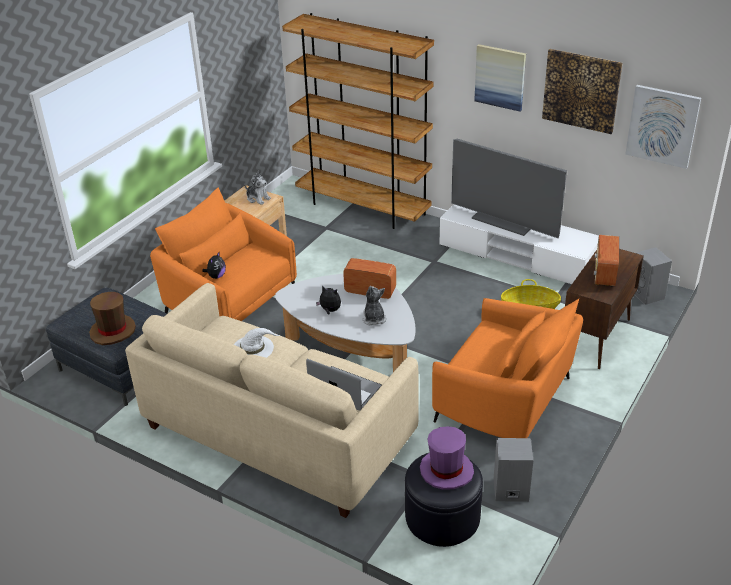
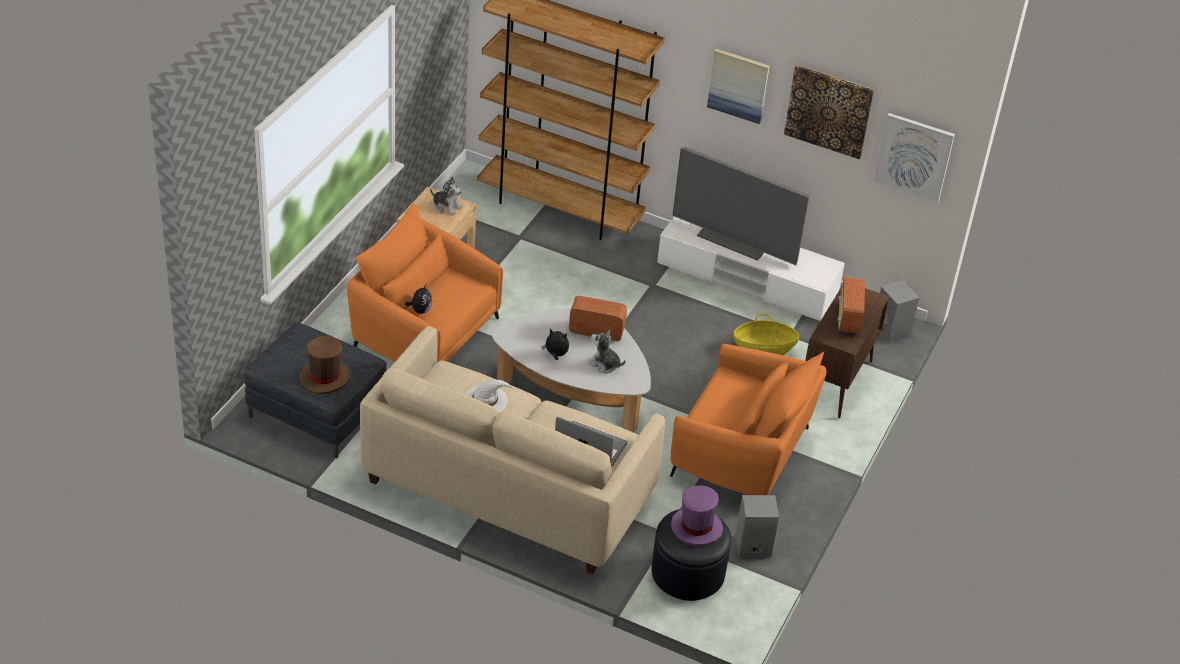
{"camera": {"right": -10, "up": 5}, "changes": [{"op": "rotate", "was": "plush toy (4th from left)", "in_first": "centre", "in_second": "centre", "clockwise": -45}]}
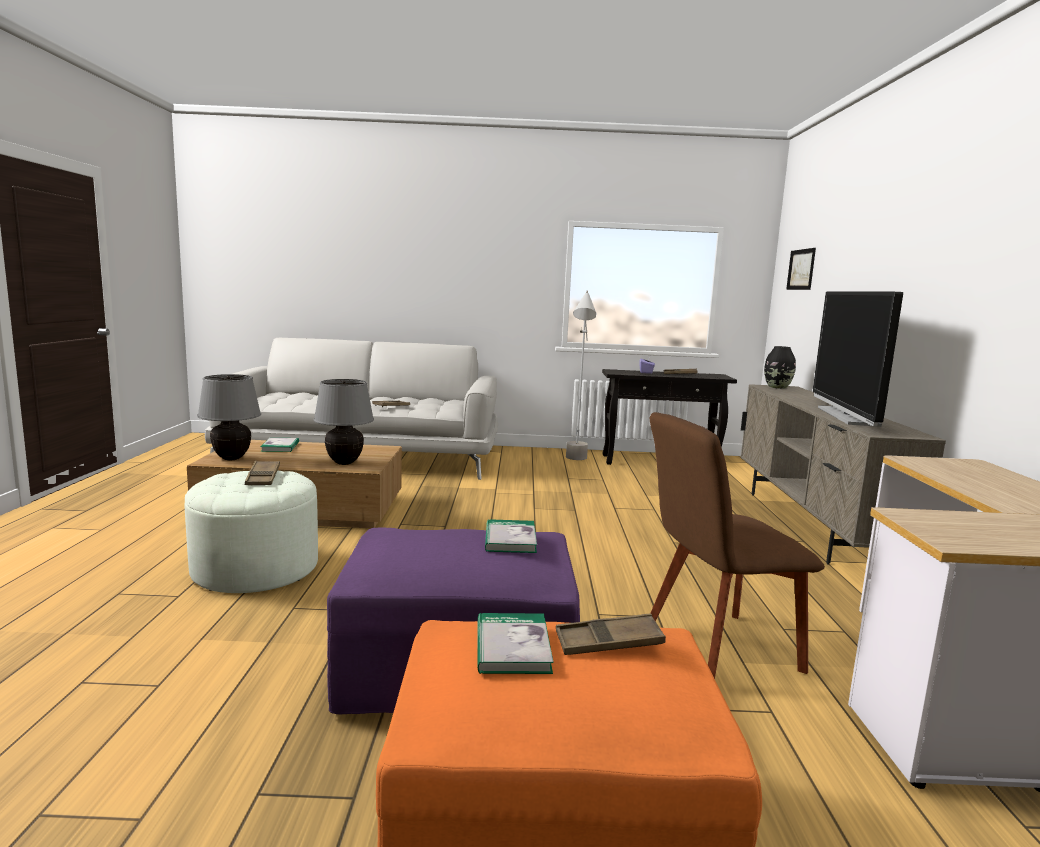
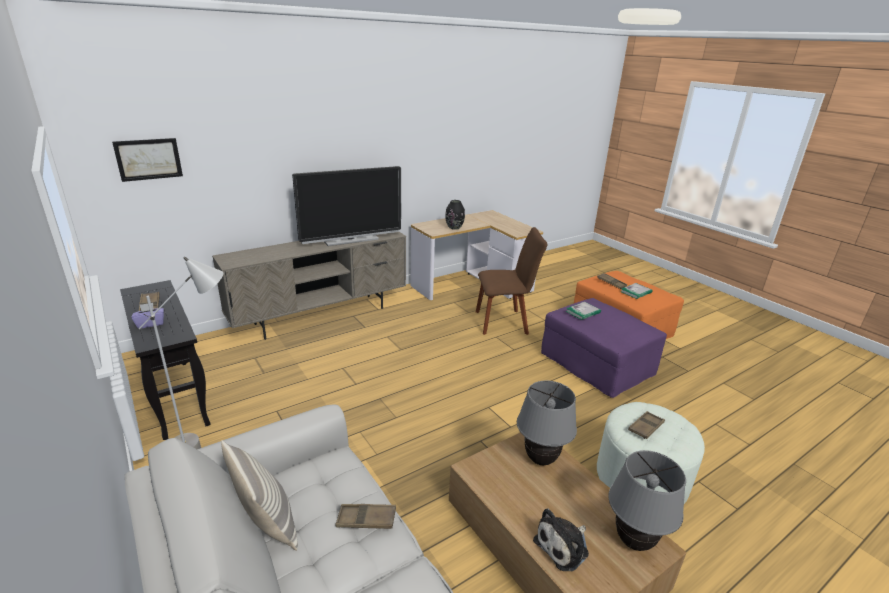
{"camera": {"right": -125, "up": 15}, "changes": [{"op": "insert", "now": "pillow", "in_second": "bottom left"}, {"op": "move", "was": "black vase", "in_first": "middle right", "in_second": "centre"}, {"op": "rotate", "was": "brown chair", "in_first": "middle right", "in_second": "centre", "clockwise": -45}, {"op": "replace", "was": "book (1st from left)", "now": "plush toy", "in_first": "middle left", "in_second": "bottom centre"}]}
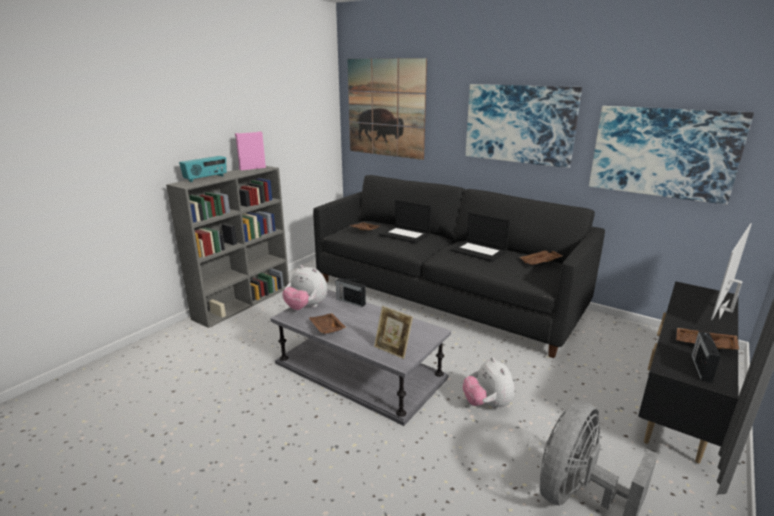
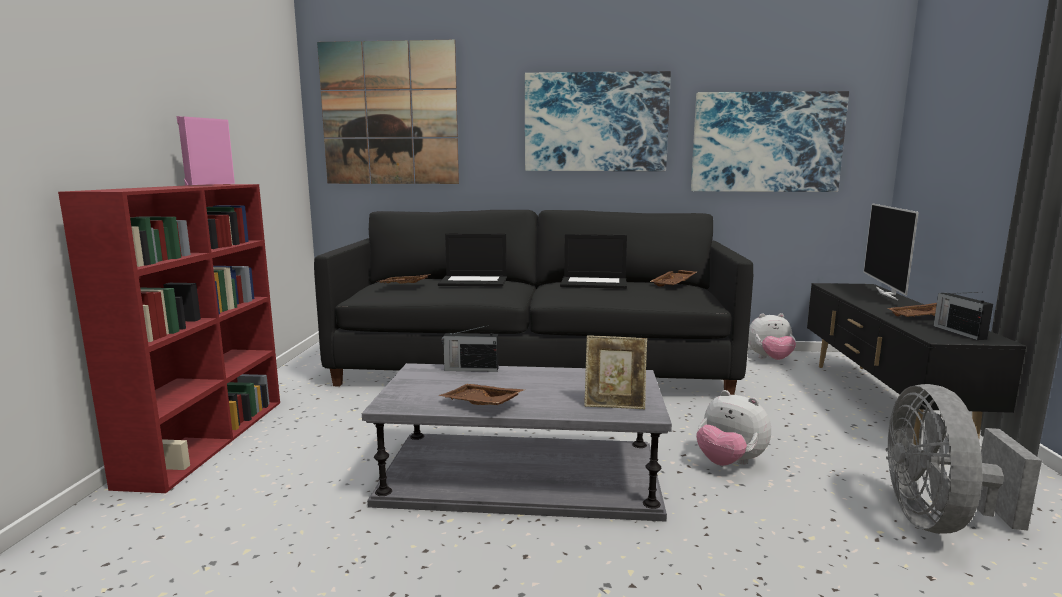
{"camera": {"right": -30, "up": -10}, "changes": [{"op": "recolor", "was": "grey bookcase", "now": "red bookcase", "in_first": "middle left", "in_second": "middle left"}, {"op": "move", "was": "plush toy (1st from left in the first image)", "now": "plush toy (2nd from left)", "in_first": "centre", "in_second": "middle right"}, {"op": "delete", "was": "radio (1st from left)", "in_first": "top left"}]}
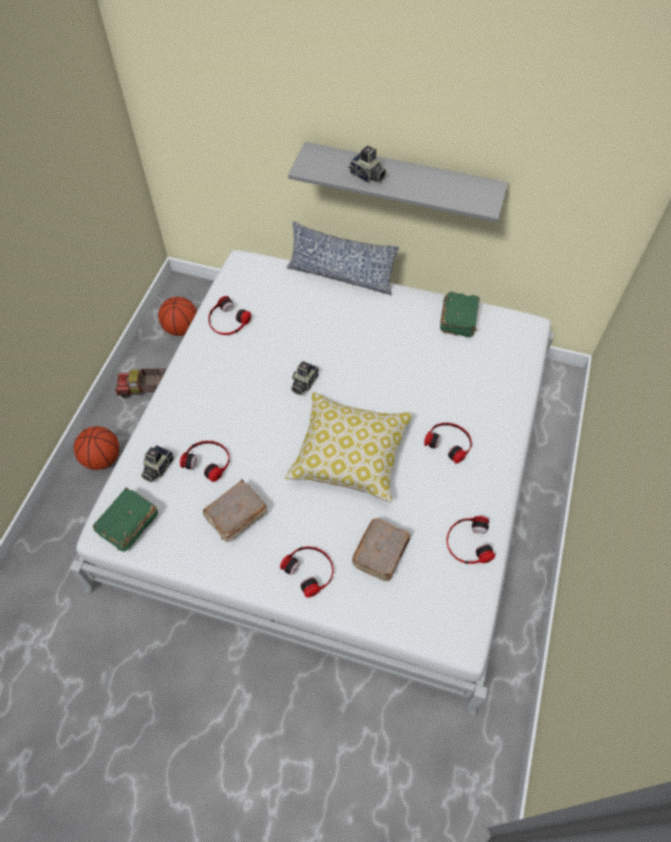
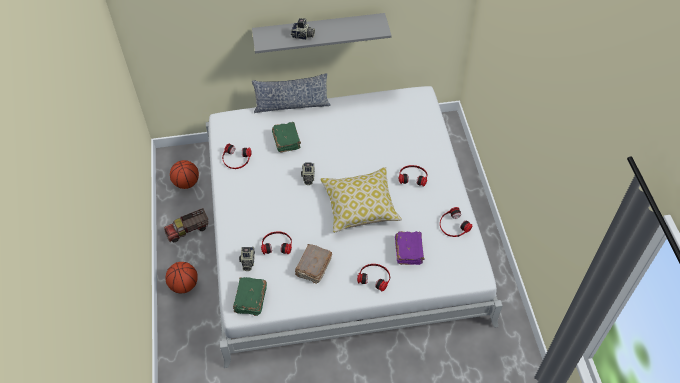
{"camera": {"right": -25, "up": -5}, "changes": [{"op": "move", "was": "green book (2nd from left)", "in_first": "middle right", "in_second": "centre"}, {"op": "recolor", "was": "brown book (2nd from left)", "now": "purple book", "in_first": "centre", "in_second": "centre"}]}
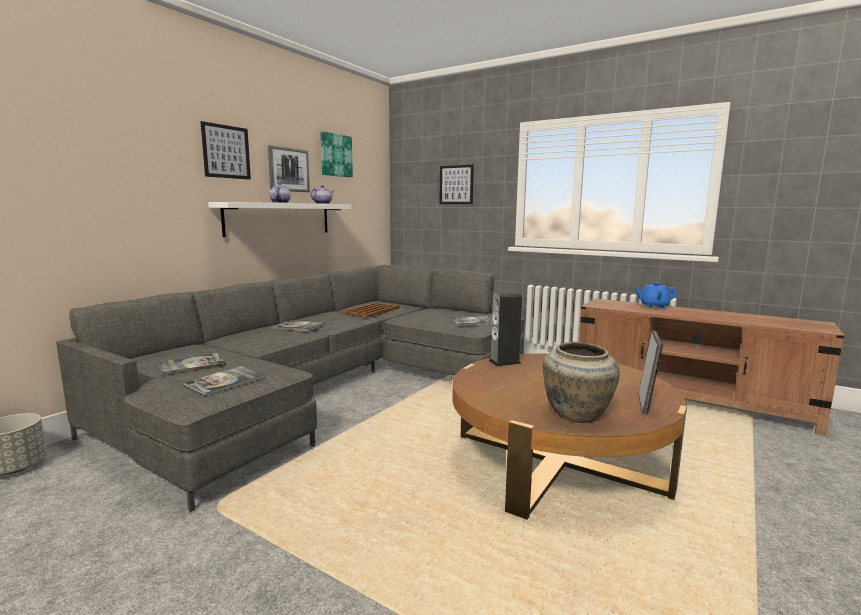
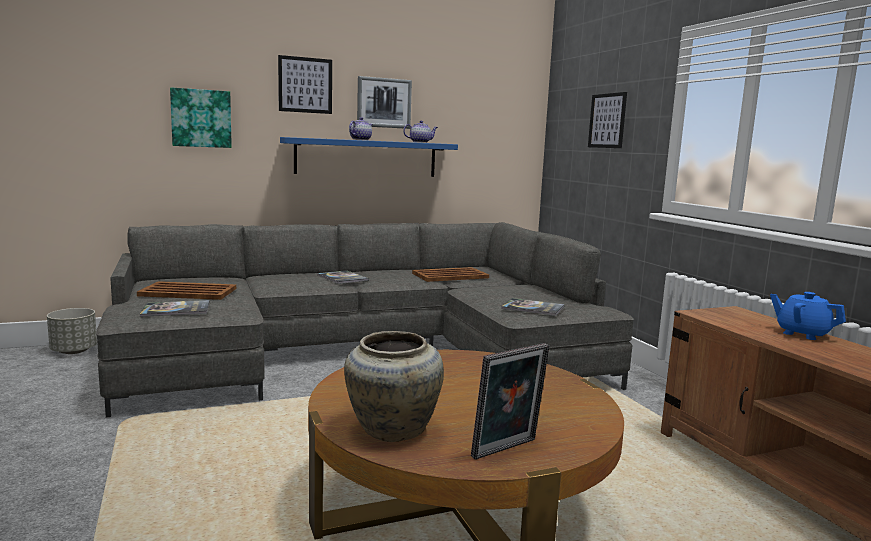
{"camera": {"right": 35, "up": 0}, "changes": [{"op": "replace", "was": "book (1st from left)", "now": "brown tray (1st from left)", "in_first": "middle left", "in_second": "middle left"}, {"op": "move", "was": "picture (3rd from left in the first image)", "now": "picture (1st from left)", "in_first": "top centre", "in_second": "top left"}, {"op": "recolor", "was": "white shelf", "now": "blue shelf", "in_first": "middle left", "in_second": "top centre"}, {"op": "delete", "was": "speaker", "in_first": "centre"}]}
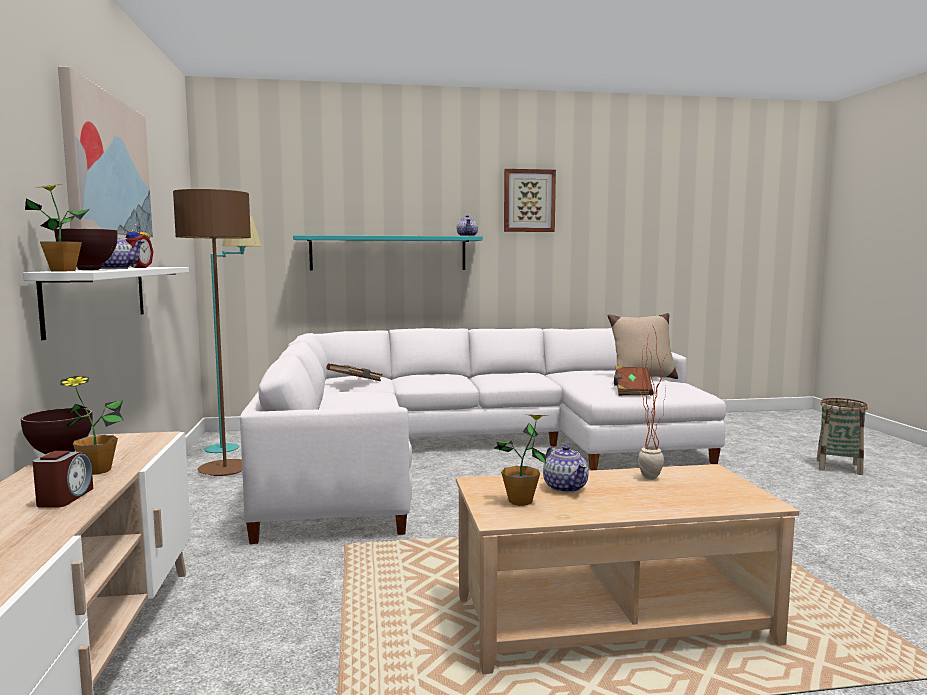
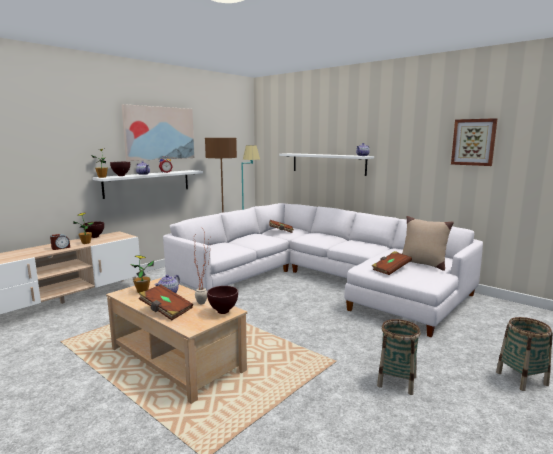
{"camera": {"right": 50, "up": 5}, "changes": [{"op": "insert", "now": "brown book (1st from left)", "in_second": "middle left"}, {"op": "insert", "now": "brown bowl (3rd from left)", "in_second": "centre"}, {"op": "recolor", "was": "turquoise shelf", "now": "white shelf (2nd from left)", "in_first": "centre", "in_second": "centre"}, {"op": "insert", "now": "basket (1st from left)", "in_second": "bottom right"}, {"op": "move", "was": "picture (2nd from left)", "in_first": "top centre", "in_second": "top right"}]}
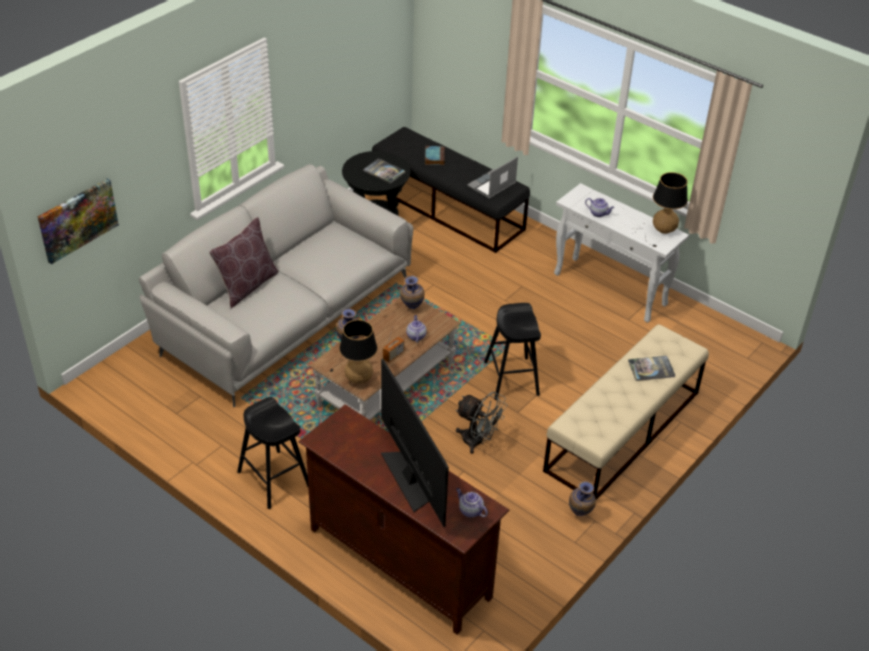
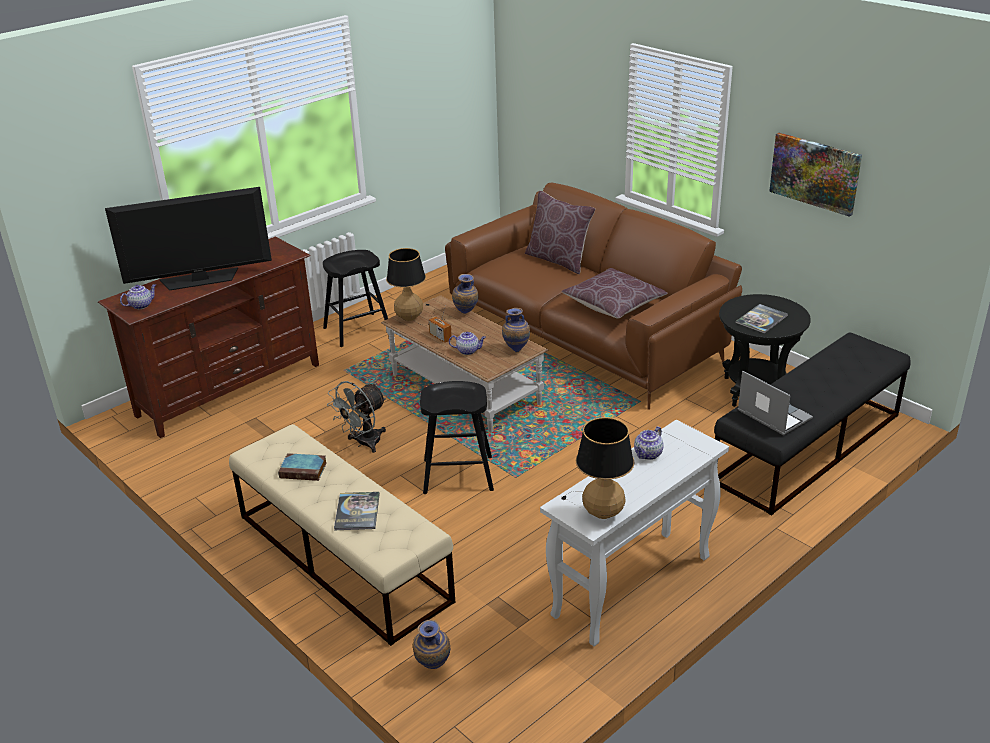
{"camera": {"right": 100, "up": -10}, "changes": [{"op": "move", "was": "book (2nd from left in the first image)", "now": "book (1st from left)", "in_first": "top centre", "in_second": "middle left"}, {"op": "move", "was": "vase (3rd from left in the first image)", "now": "vase (1st from left)", "in_first": "bottom right", "in_second": "bottom centre"}, {"op": "recolor", "was": "grey sofa", "now": "brown sofa", "in_first": "middle left", "in_second": "centre"}, {"op": "insert", "now": "brown pillow (2nd from left)", "in_second": "centre"}, {"op": "move", "was": "picture", "in_first": "middle left", "in_second": "top right"}]}
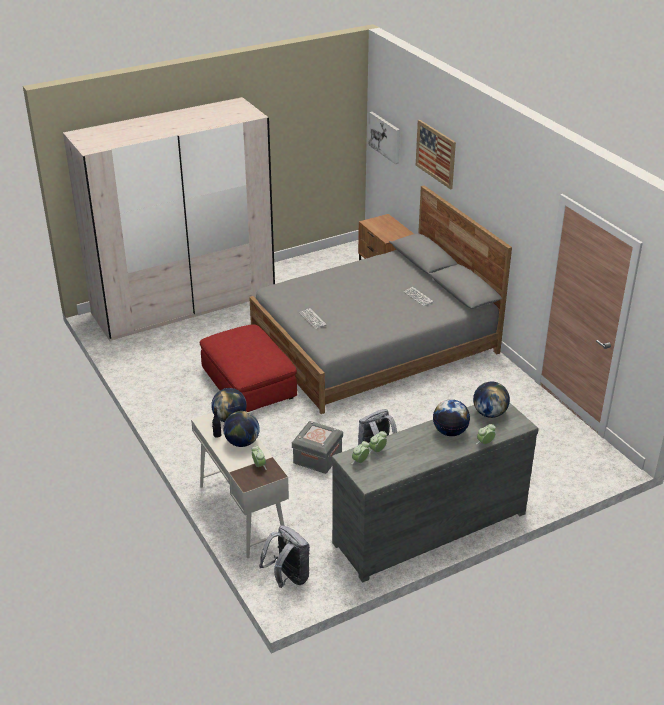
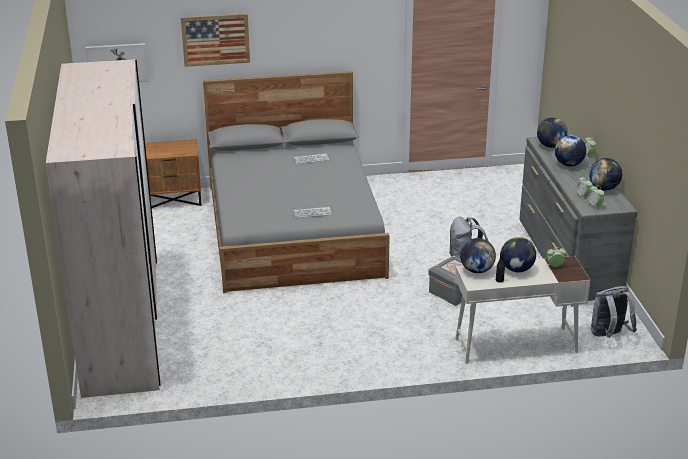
{"camera": {"right": -70, "up": -5}, "changes": [{"op": "insert", "now": "globe (5th from left)", "in_second": "middle right"}, {"op": "delete", "was": "red ottoman", "in_first": "centre"}]}
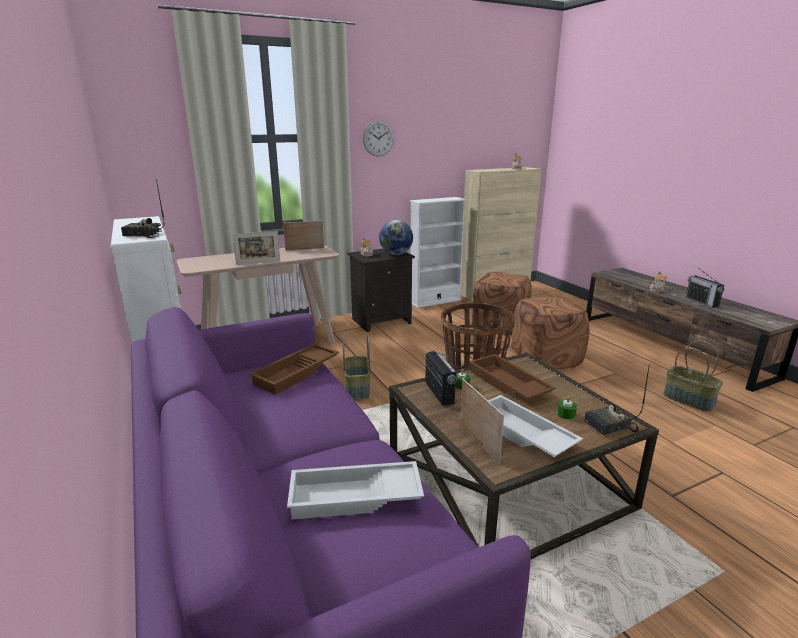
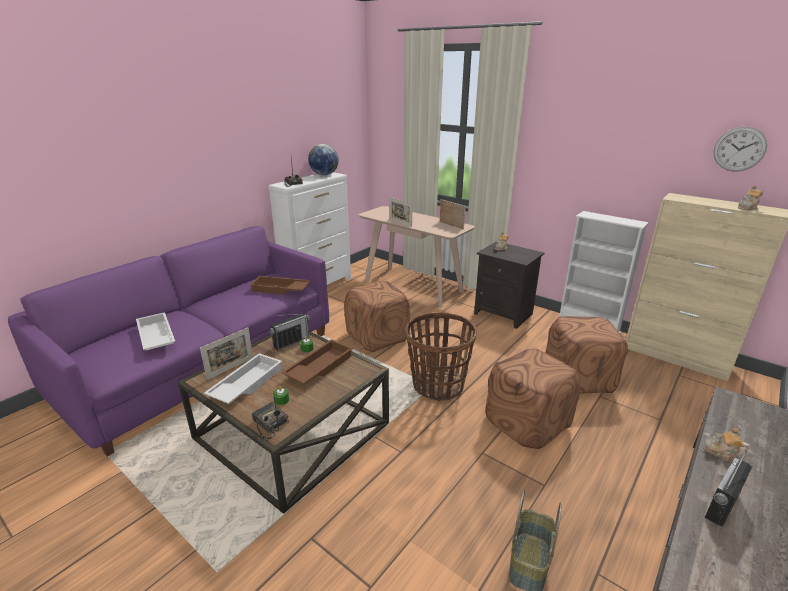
{"camera": {"right": 65, "up": 5}, "changes": [{"op": "move", "was": "globe", "in_first": "centre", "in_second": "top centre"}, {"op": "replace", "was": "basket (1st from left)", "now": "brown ottoman (1st from left)", "in_first": "centre", "in_second": "centre"}, {"op": "move", "was": "wall clock", "in_first": "top centre", "in_second": "top right"}]}
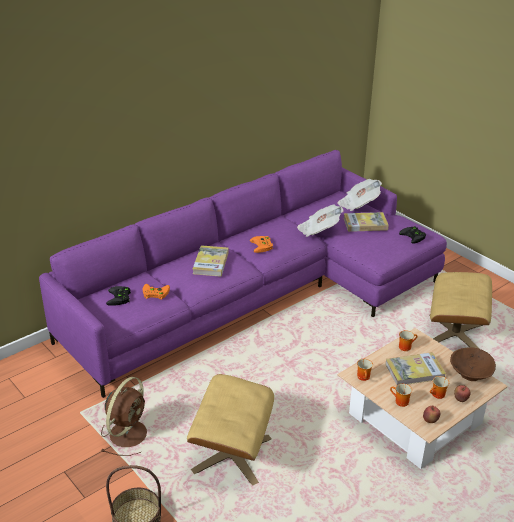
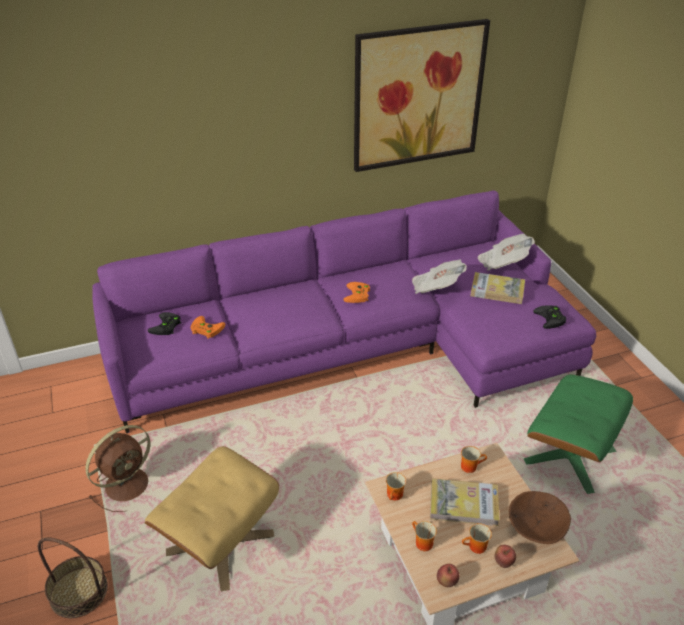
{"camera": {"right": 20, "up": 5}, "changes": [{"op": "insert", "now": "picture", "in_second": "top centre"}, {"op": "recolor", "was": "beige ottoman (2nd from left)", "now": "green ottoman", "in_first": "middle right", "in_second": "bottom right"}, {"op": "delete", "was": "book (1st from left)", "in_first": "centre"}]}
